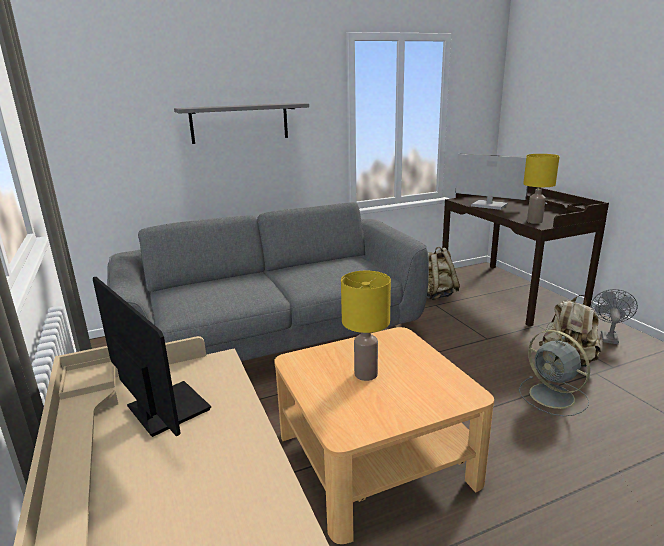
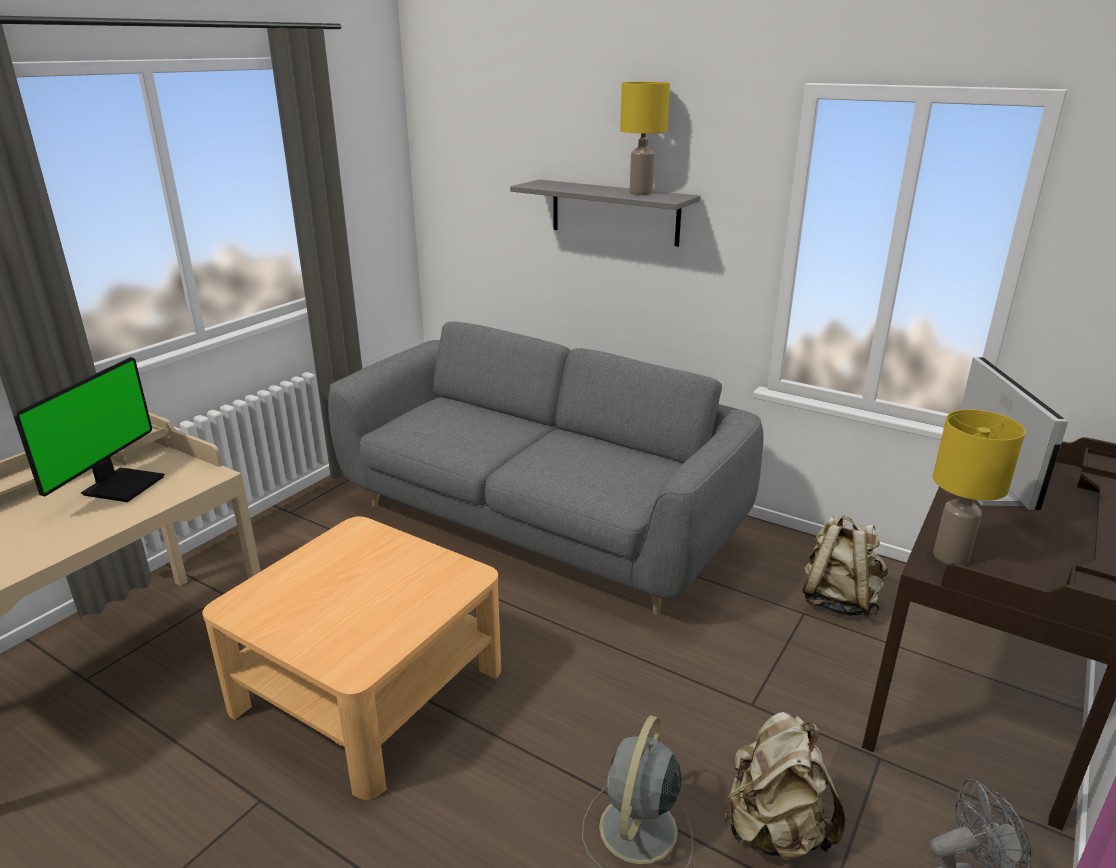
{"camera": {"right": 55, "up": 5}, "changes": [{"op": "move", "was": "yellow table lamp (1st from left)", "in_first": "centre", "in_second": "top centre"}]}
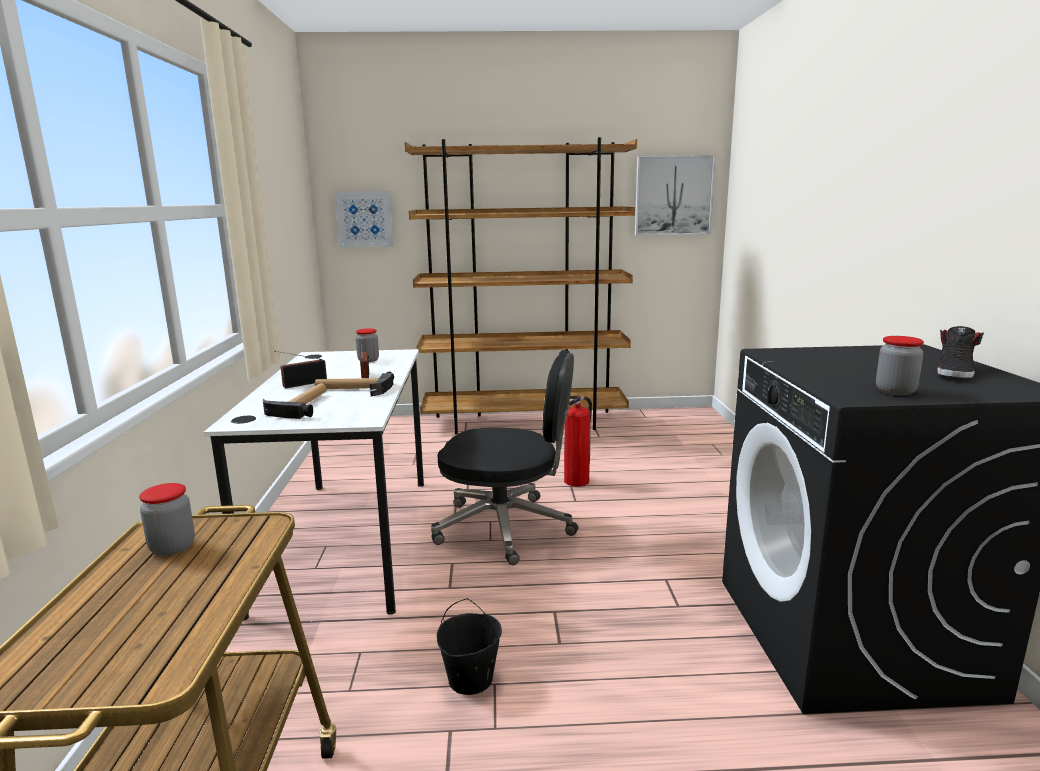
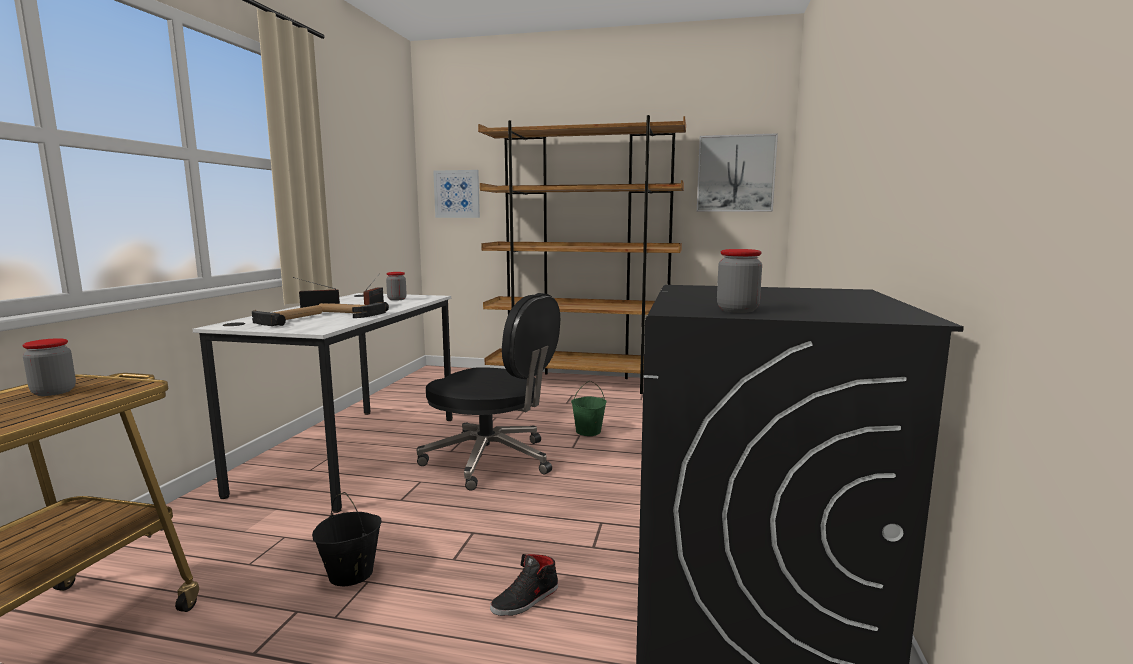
{"camera": {"right": 15, "up": -5}, "changes": [{"op": "move", "was": "black shoe", "in_first": "middle right", "in_second": "bottom centre"}, {"op": "replace", "was": "fire extinguisher", "now": "green bucket", "in_first": "centre", "in_second": "centre"}]}
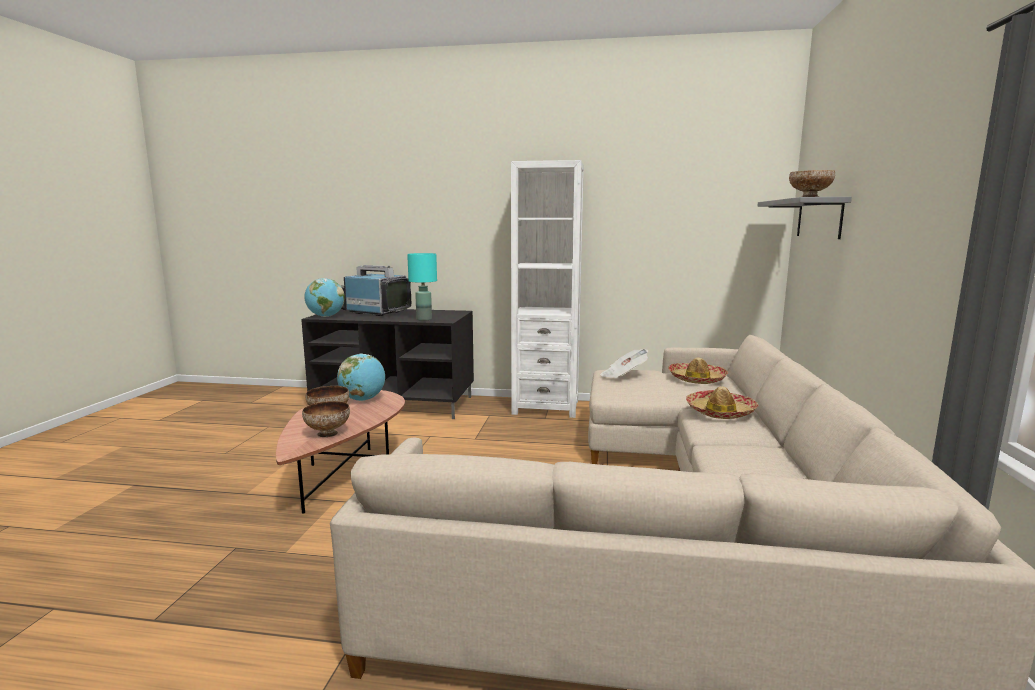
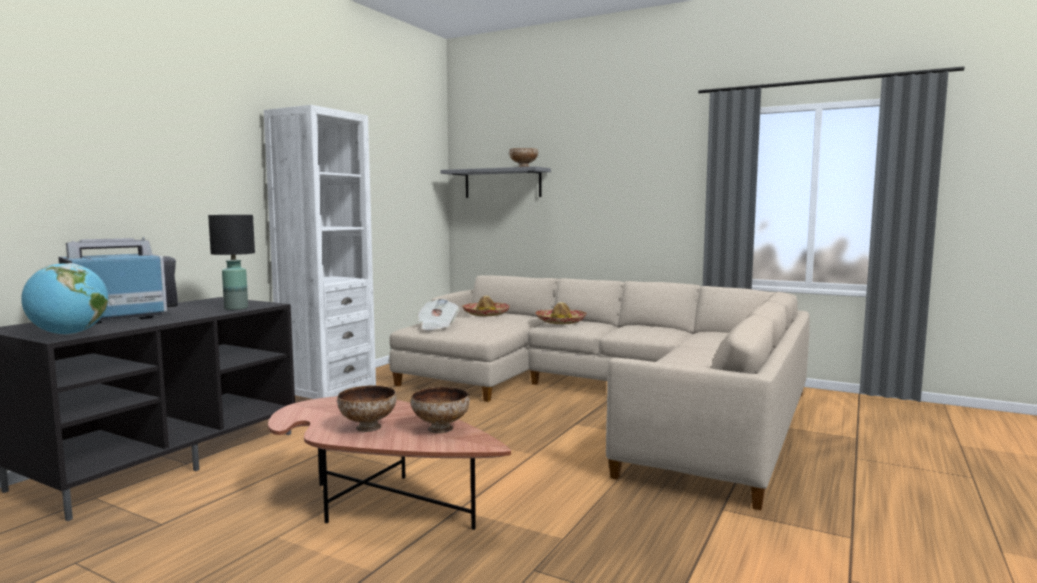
{"camera": {"right": -70, "up": -5}, "changes": [{"op": "recolor", "was": "turquoise table lamp", "now": "black table lamp", "in_first": "centre", "in_second": "middle left"}, {"op": "delete", "was": "globe (2nd from left)", "in_first": "centre"}]}
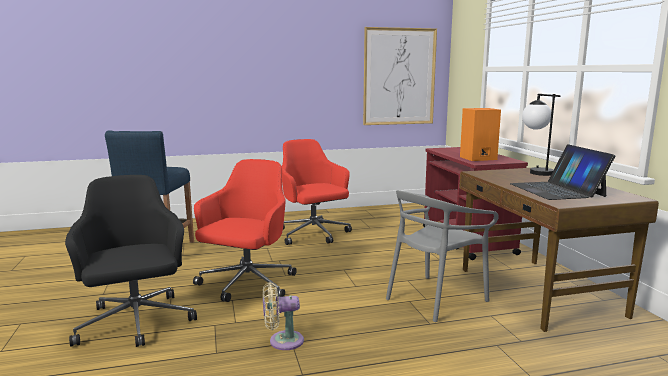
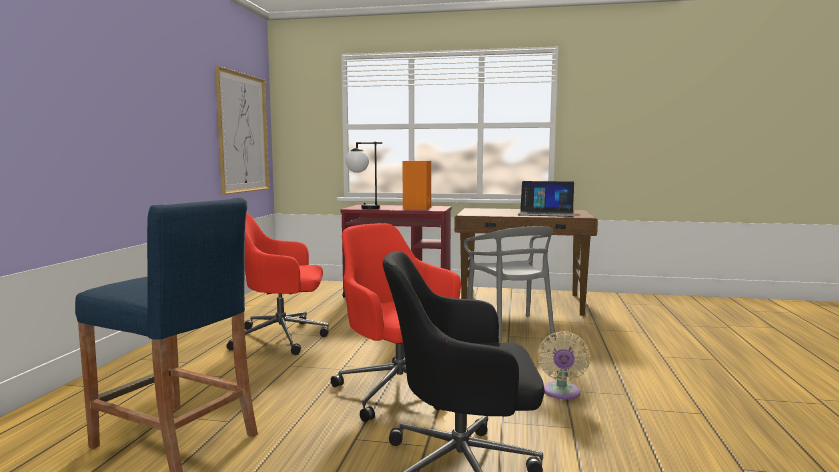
{"camera": {"right": -65, "up": -5}, "changes": [{"op": "move", "was": "table lamp", "in_first": "middle right", "in_second": "centre"}]}
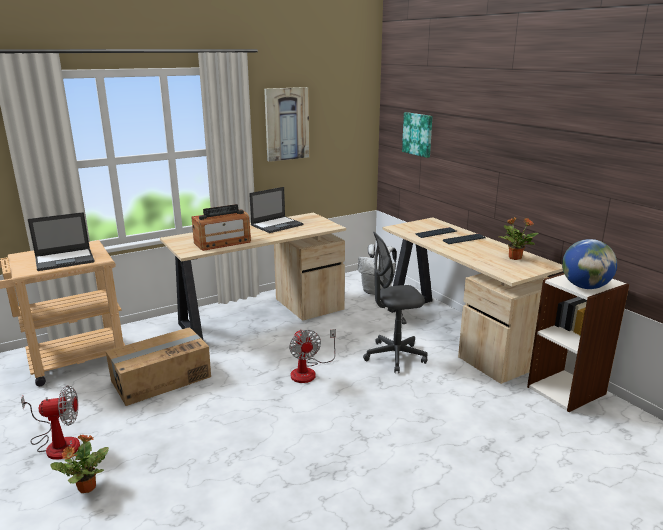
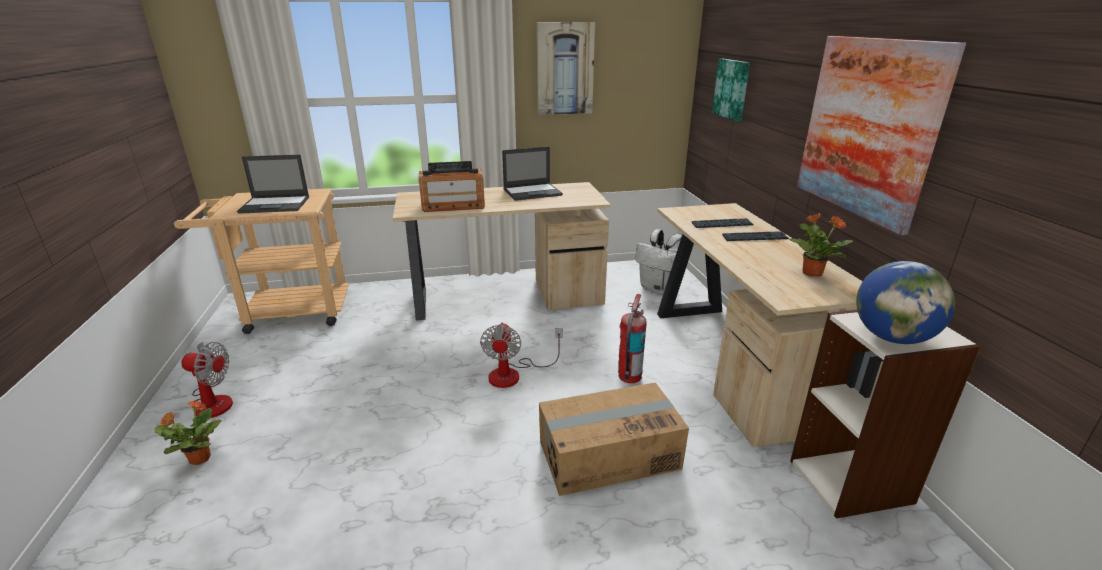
{"camera": {"right": 20, "up": 5}, "changes": [{"op": "move", "was": "cardboard box", "in_first": "bottom left", "in_second": "bottom centre"}, {"op": "replace", "was": "grey office chair", "now": "fire extinguisher", "in_first": "centre", "in_second": "centre"}, {"op": "insert", "now": "picture (3rd from left)", "in_second": "top right"}]}
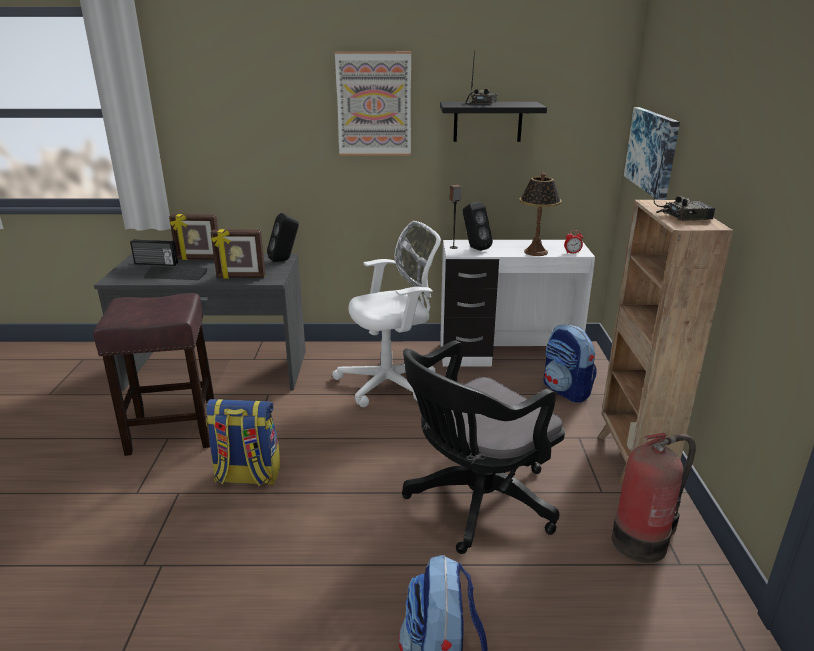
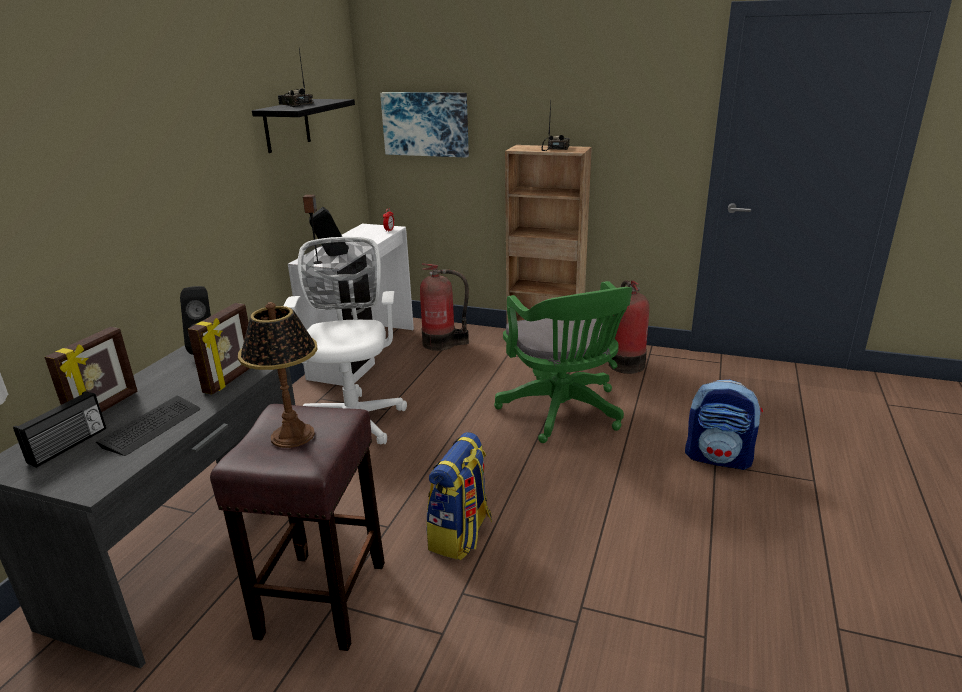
{"camera": {"right": -70, "up": 0}, "changes": [{"op": "move", "was": "table lamp", "in_first": "top centre", "in_second": "middle left"}, {"op": "replace", "was": "backpack (3rd from left)", "now": "fire extinguisher (1st from left)", "in_first": "middle right", "in_second": "centre"}, {"op": "recolor", "was": "black office chair", "now": "green office chair", "in_first": "bottom centre", "in_second": "centre"}, {"op": "delete", "was": "picture (1st from left)", "in_first": "top centre"}]}
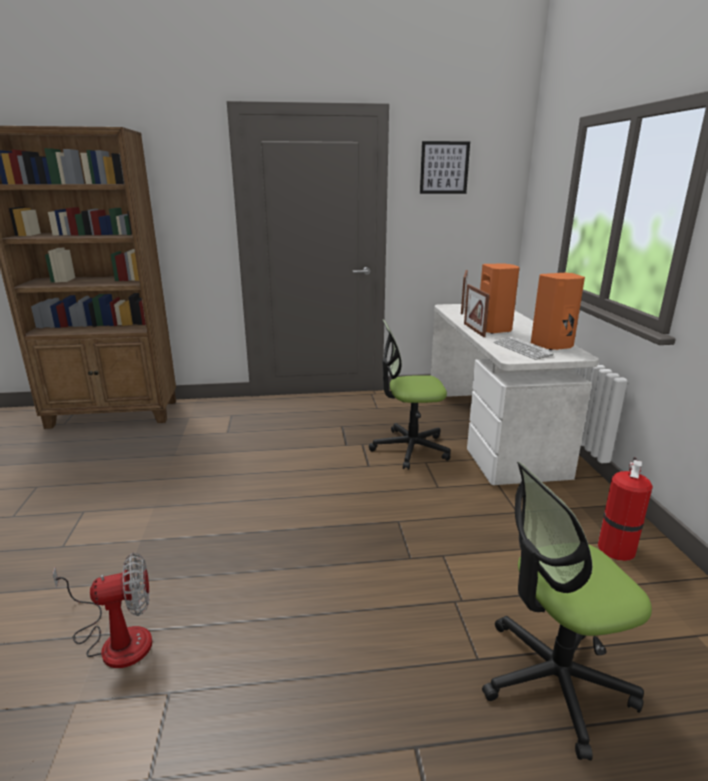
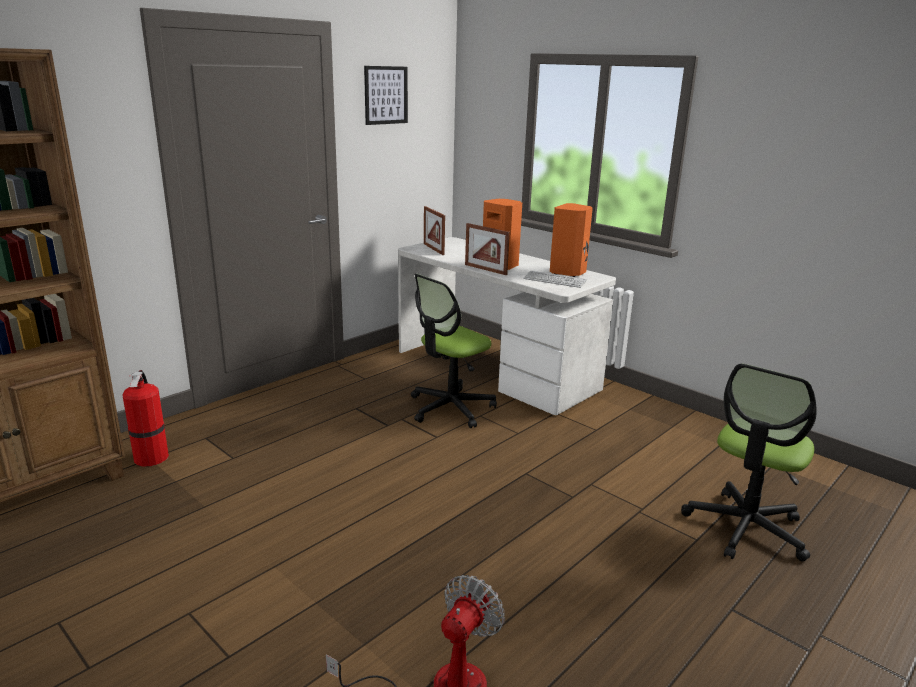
{"camera": {"right": -40, "up": 0}, "changes": [{"op": "move", "was": "fire extinguisher", "in_first": "middle right", "in_second": "middle left"}]}
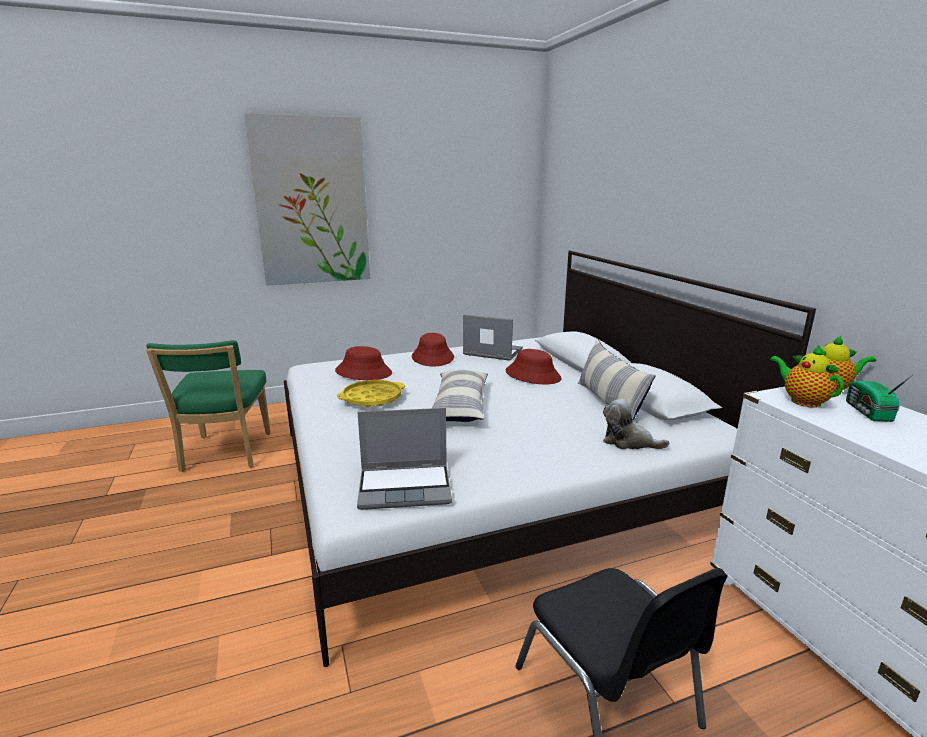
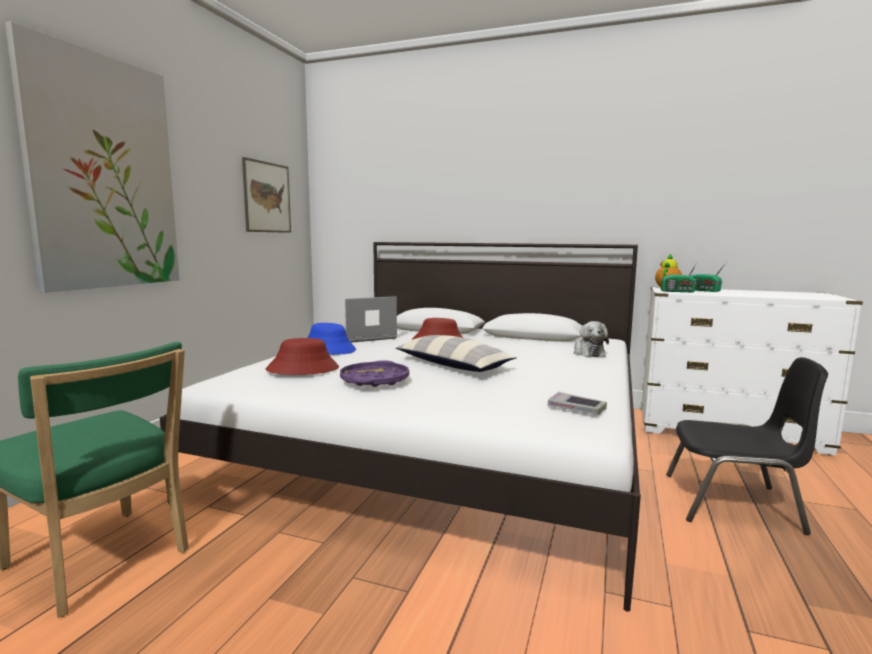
{"camera": {"right": -50, "up": -10}, "changes": [{"op": "insert", "now": "picture (2nd from left)", "in_second": "top left"}, {"op": "recolor", "was": "red hat (2nd from left)", "now": "blue hat", "in_first": "centre", "in_second": "centre"}, {"op": "recolor", "was": "yellow tray", "now": "purple tray", "in_first": "centre", "in_second": "centre"}, {"op": "replace", "was": "laptop (1st from left)", "now": "book", "in_first": "centre", "in_second": "centre"}, {"op": "rotate", "was": "plush toy", "in_first": "middle right", "in_second": "middle right", "clockwise": -75}, {"op": "replace", "was": "teapot (1st from left)", "now": "radio (1st from left)", "in_first": "middle right", "in_second": "middle right"}, {"op": "delete", "was": "pillow (2nd from left)", "in_first": "centre"}]}
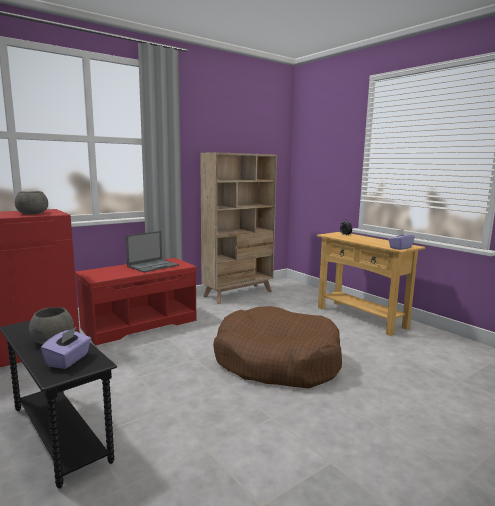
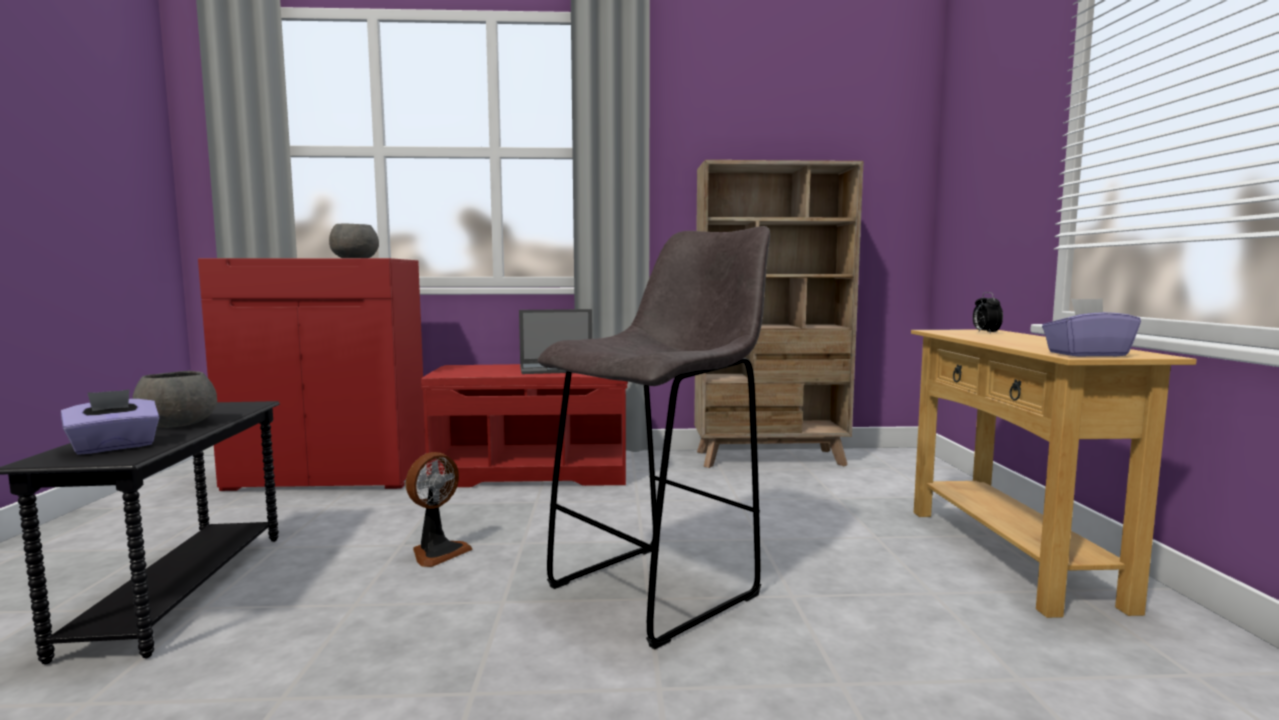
{"camera": {"right": 35, "up": -5}, "changes": [{"op": "insert", "now": "fan", "in_second": "bottom centre"}, {"op": "replace", "was": "brown dog bed", "now": "grey stool", "in_first": "bottom centre", "in_second": "centre"}]}
